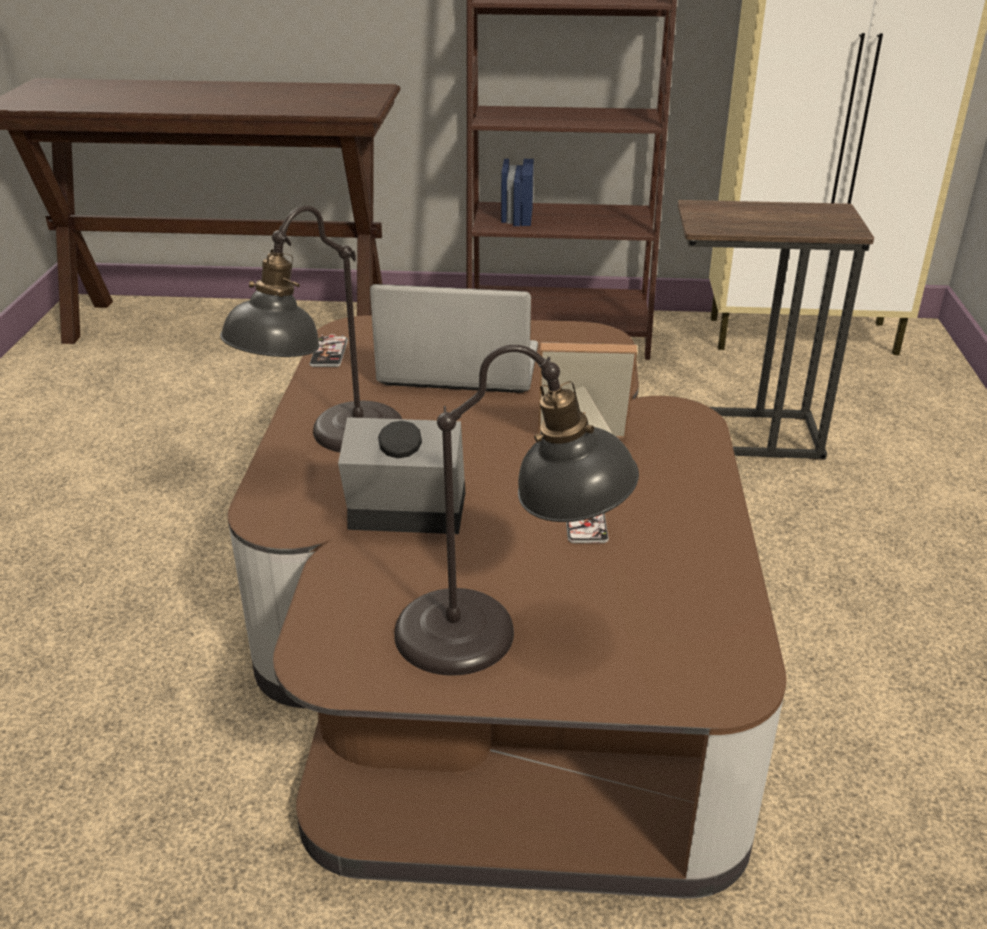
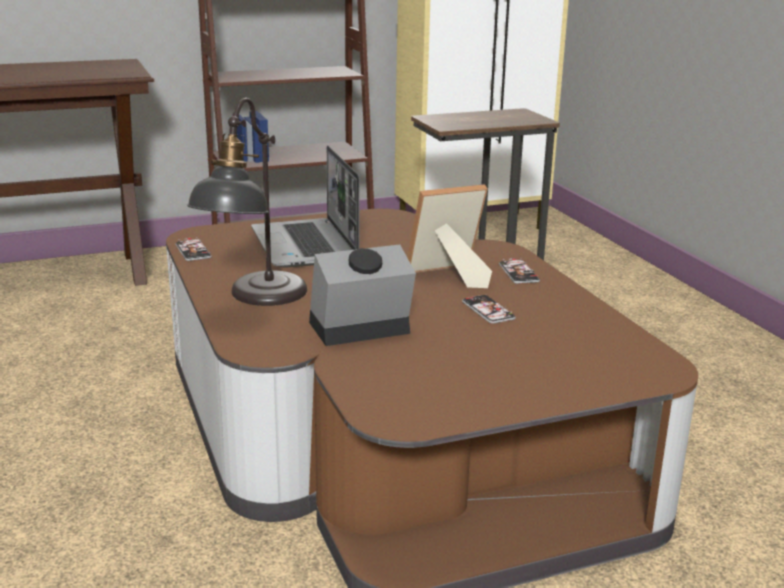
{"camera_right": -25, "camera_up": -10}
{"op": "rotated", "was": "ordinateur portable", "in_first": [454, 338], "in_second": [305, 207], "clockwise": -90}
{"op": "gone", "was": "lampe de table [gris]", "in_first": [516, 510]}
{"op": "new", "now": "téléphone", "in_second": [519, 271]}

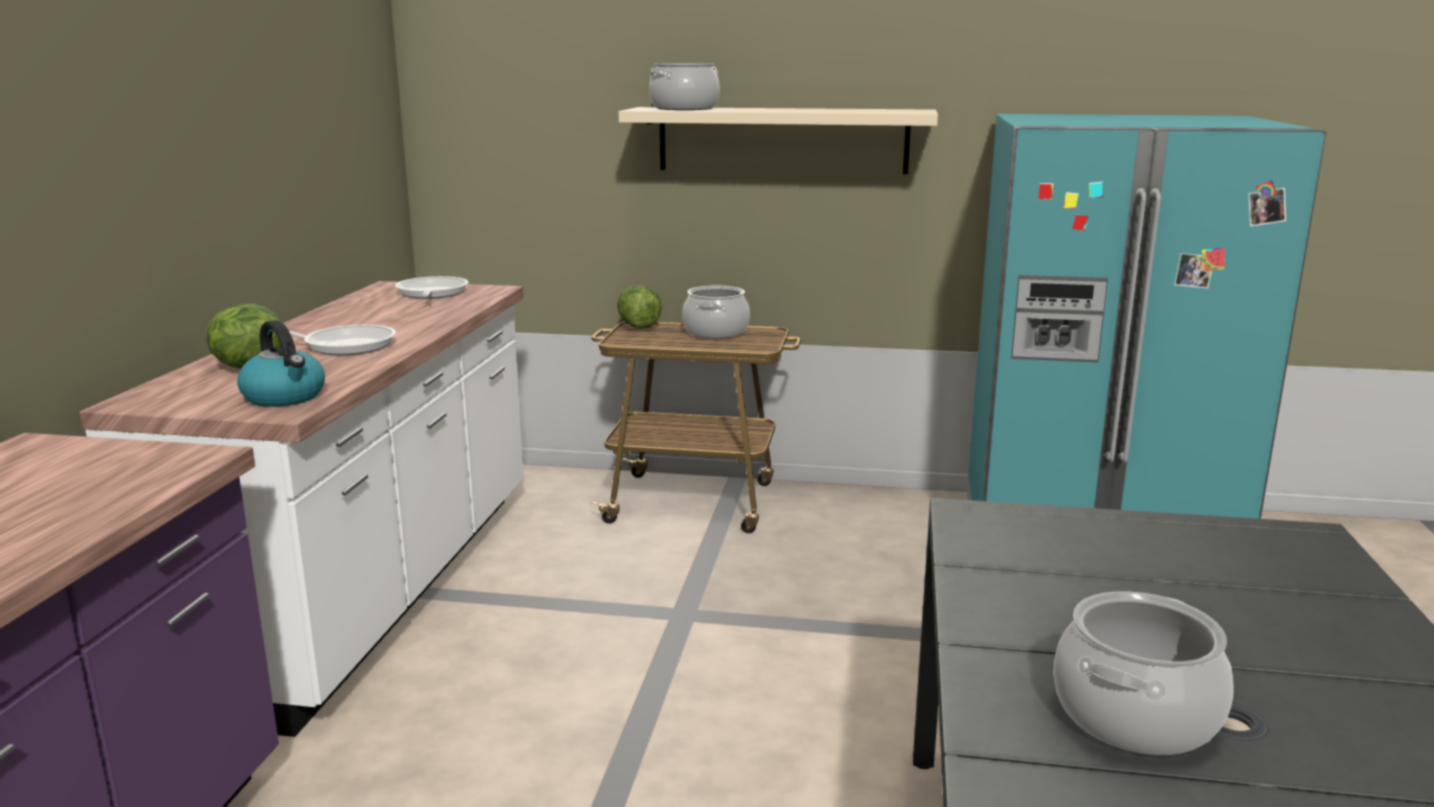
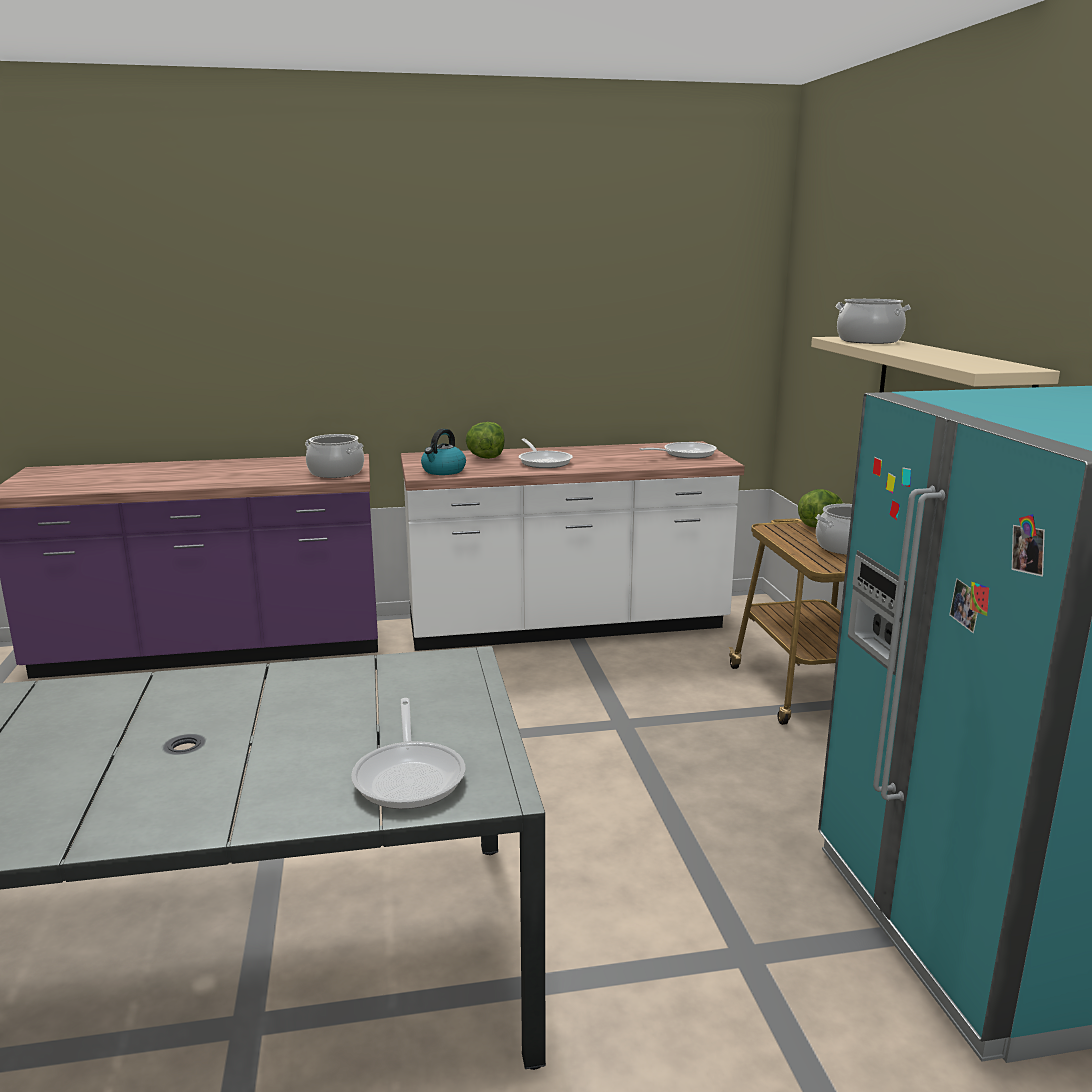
{"camera_right": 70, "camera_up": 0}
{"op": "shifted", "was": "marmite", "in_first": [1143, 673], "in_second": [334, 456]}
{"op": "new", "now": "poêle", "in_second": [408, 753]}

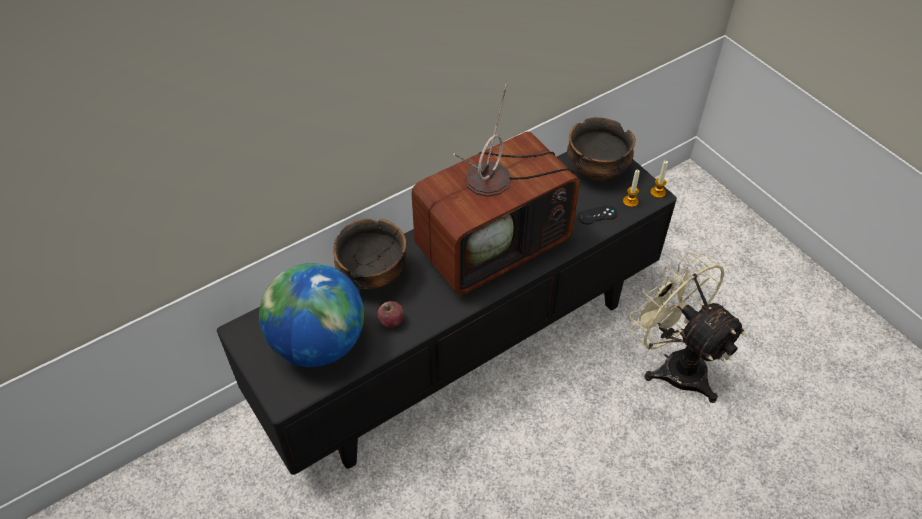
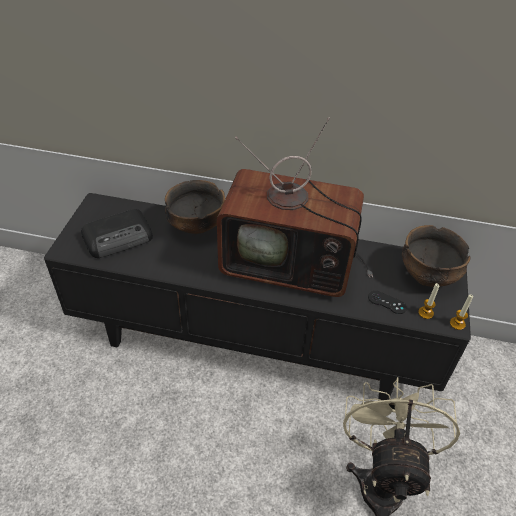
{"camera_right": 45, "camera_up": -5}
{"op": "swapped", "was": "globe", "now": "radio", "in_first": [311, 315], "in_second": [117, 233]}
{"op": "gone", "was": "pomme", "in_first": [391, 314]}

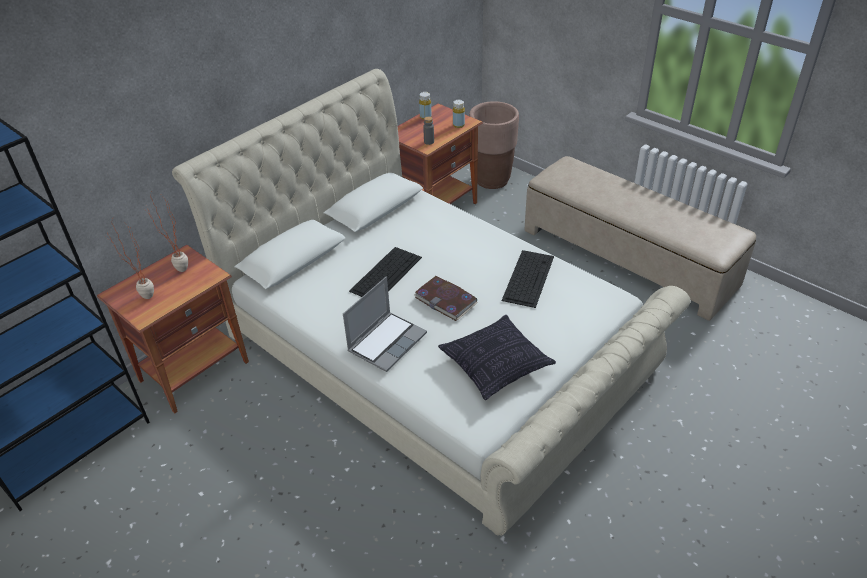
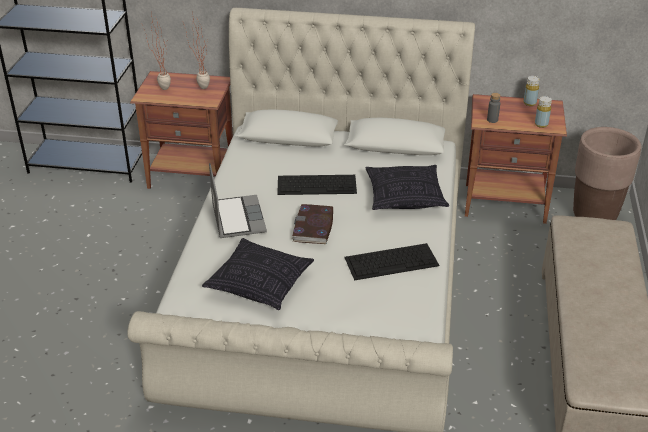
{"camera_right": 55, "camera_up": -5}
{"op": "rotated", "was": "ordinateur portable", "in_first": [385, 324], "in_second": [238, 200], "clockwise": -105}
{"op": "new", "now": "coussin", "in_second": [407, 187]}

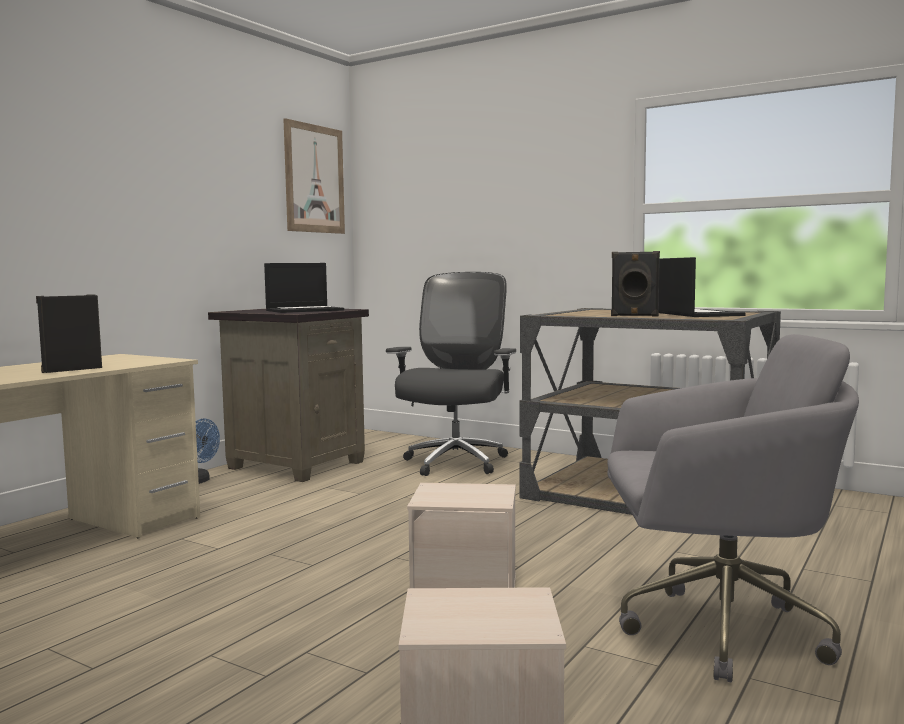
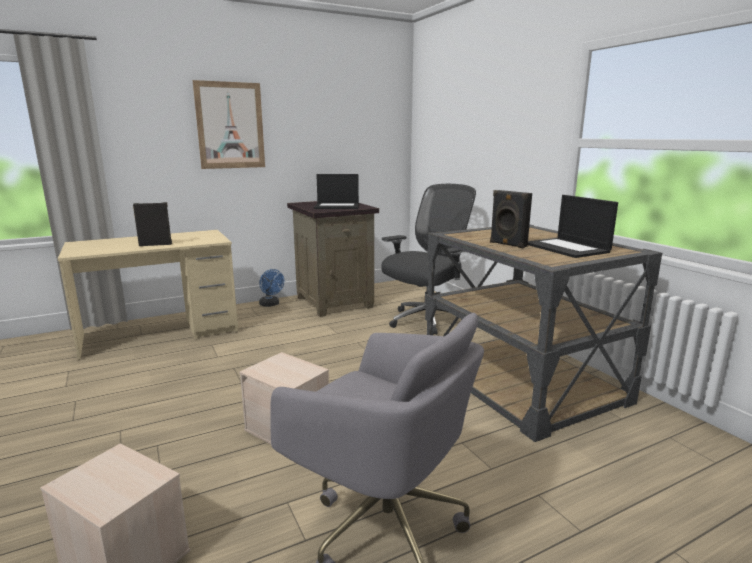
{"camera_right": 30, "camera_up": 10}
{"op": "shifted", "was": "tableau", "in_first": [314, 176], "in_second": [229, 124]}
{"op": "rotated", "was": "ordinateur portable", "in_first": [702, 287], "in_second": [573, 226], "clockwise": 135}

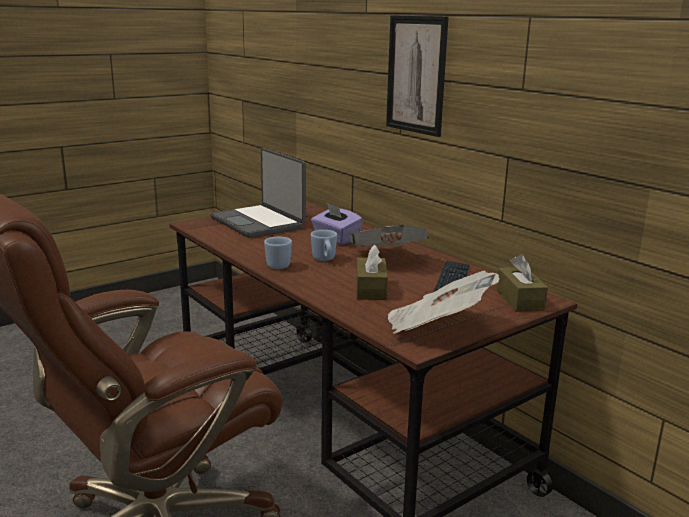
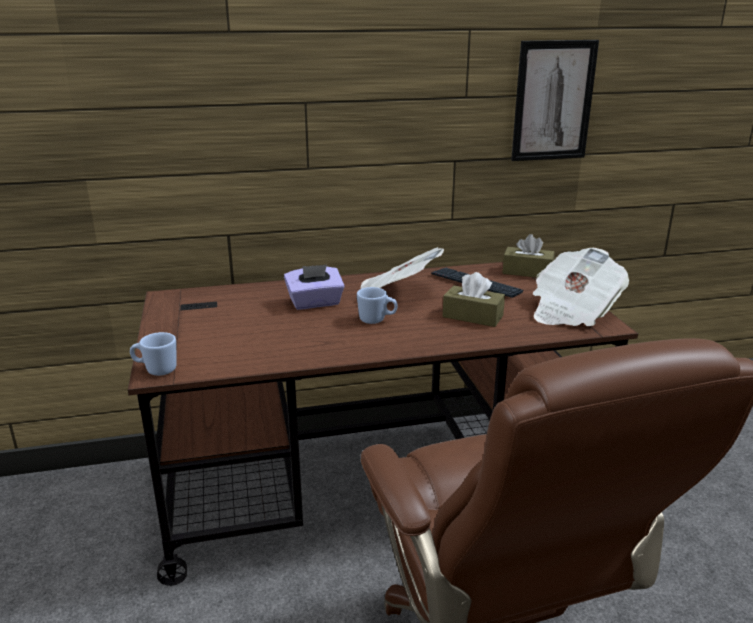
{"camera_right": -65, "camera_up": 5}
{"op": "gone", "was": "ordinateur portable", "in_first": [258, 193]}
{"op": "shifted", "was": "mug [bleu]", "in_first": [278, 253], "in_second": [153, 354]}
{"op": "shifted", "was": "tableau", "in_first": [417, 76], "in_second": [555, 100]}

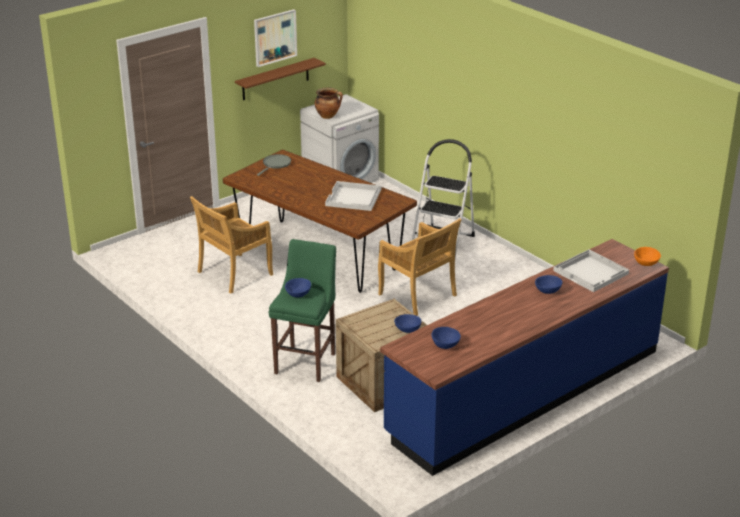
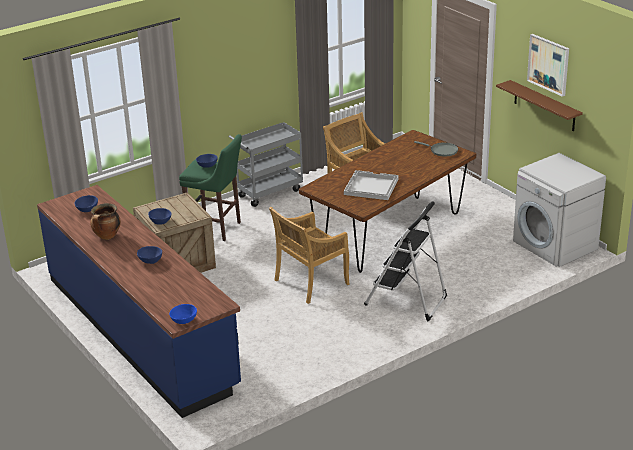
{"camera_right": 95, "camera_up": 0}
{"op": "shifted", "was": "marmite", "in_first": [329, 103], "in_second": [105, 221]}
{"op": "gone", "was": "plateau [blanc]", "in_first": [591, 271]}
{"op": "repainted", "was": "bol [orange]", "now": "bol [bleu]", "in_first": [647, 256], "in_second": [183, 314]}
{"op": "new", "now": "chariot [gris]", "in_second": [266, 164]}

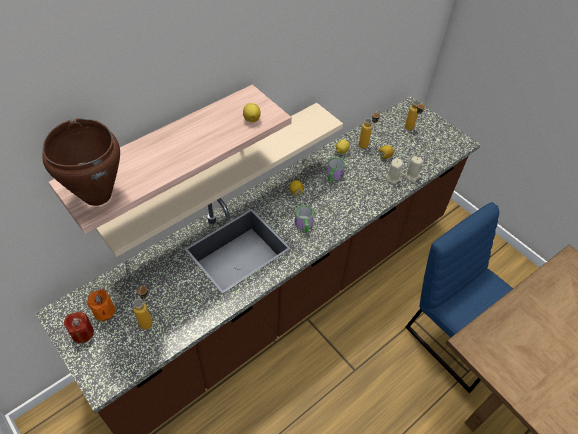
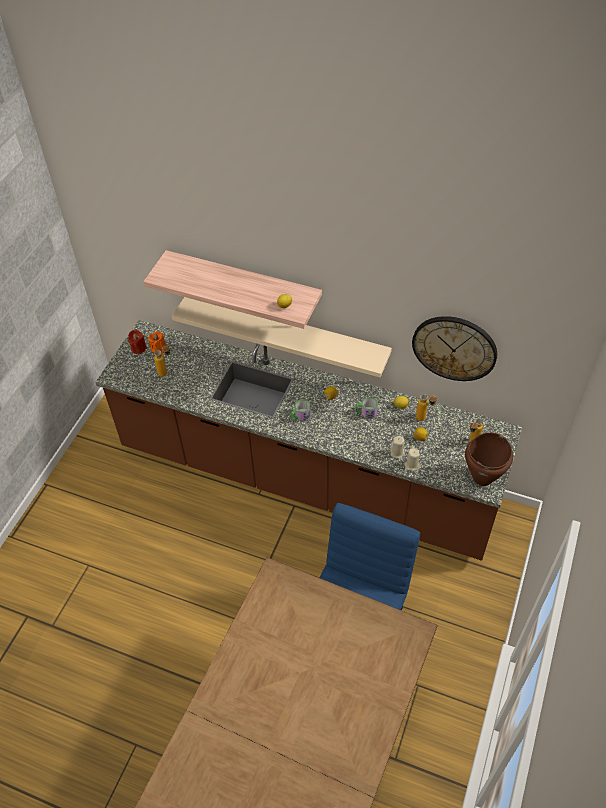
{"camera_right": 65, "camera_up": 0}
{"op": "shifted", "was": "marmite [marron]", "in_first": [81, 162], "in_second": [489, 459]}
{"op": "new", "now": "horloge murale", "in_second": [454, 348]}

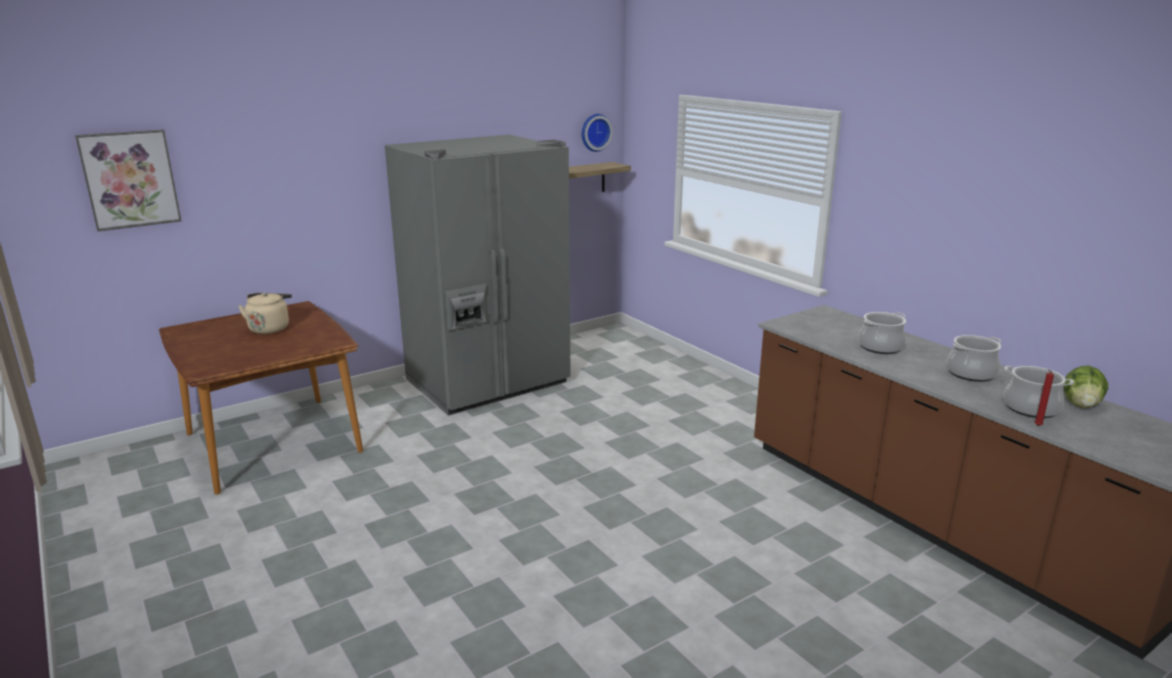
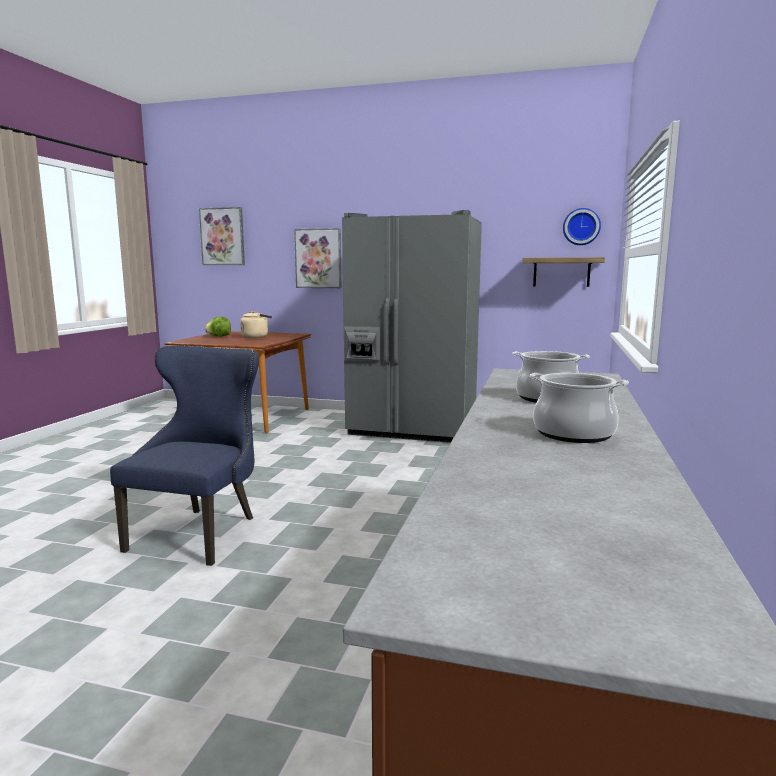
{"camera_right": 50, "camera_up": -10}
{"op": "gone", "was": "marmite", "in_first": [1038, 392]}
{"op": "gone", "was": "bougie [rouge]", "in_first": [1044, 397]}
{"op": "shifted", "was": "laitue", "in_first": [1086, 387], "in_second": [218, 327]}
{"op": "new", "now": "chaise [bleu]", "in_second": [184, 455]}
{"op": "new", "now": "tableau", "in_second": [317, 258]}

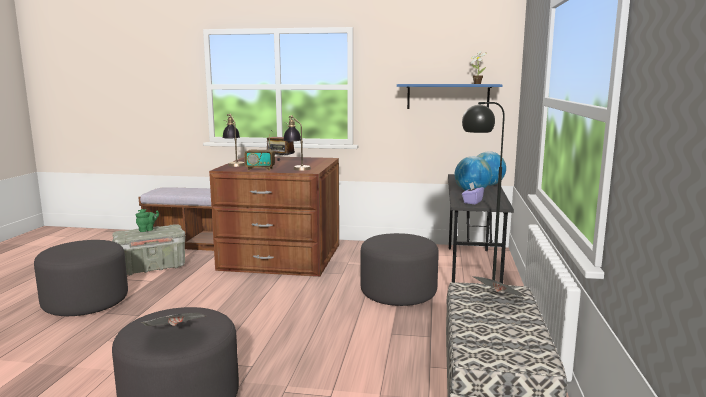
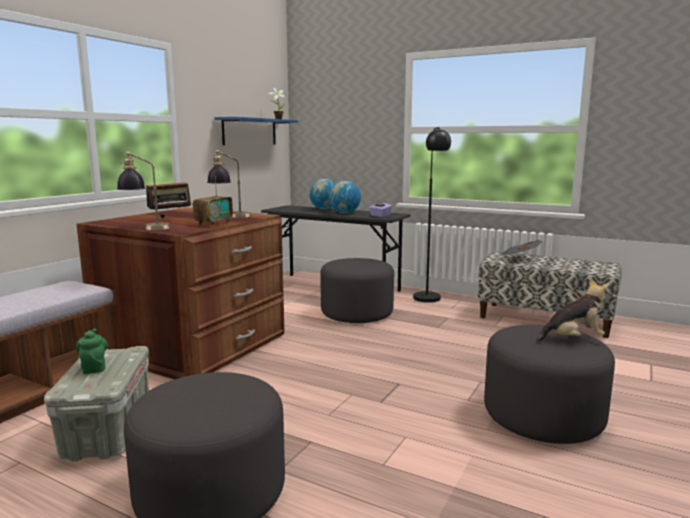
{"camera_right": -70, "camera_up": 0}
{"op": "swapped", "was": "journal", "now": "peluche", "in_first": [173, 319], "in_second": [572, 311]}

